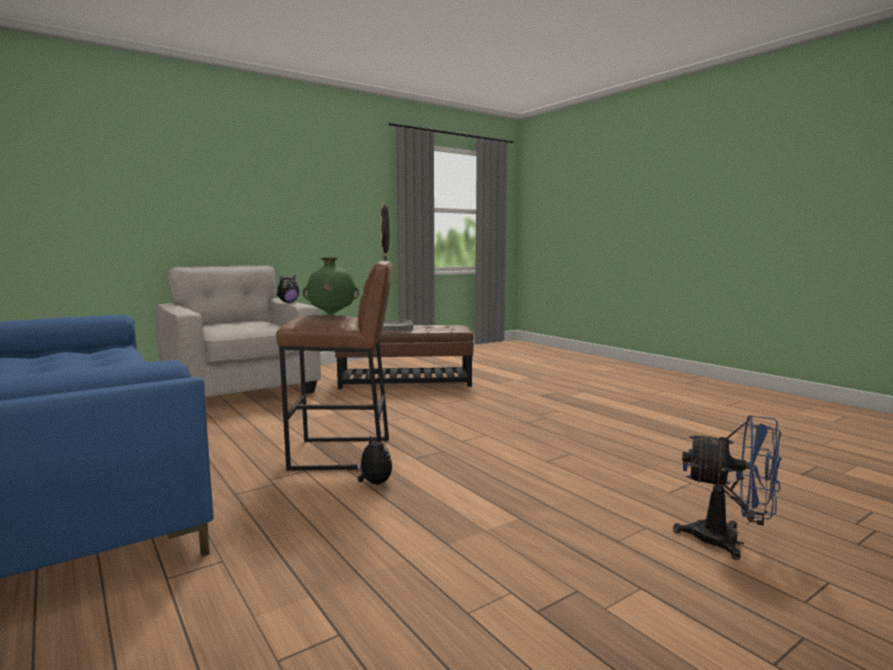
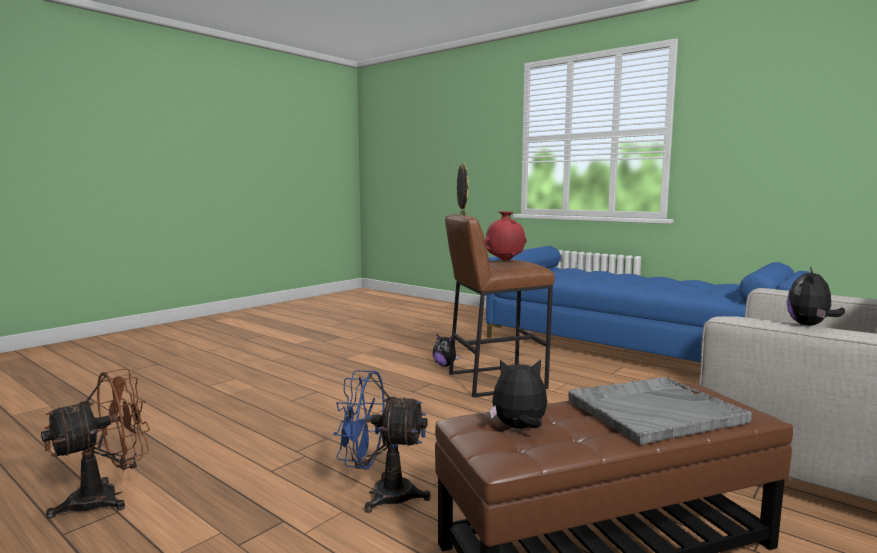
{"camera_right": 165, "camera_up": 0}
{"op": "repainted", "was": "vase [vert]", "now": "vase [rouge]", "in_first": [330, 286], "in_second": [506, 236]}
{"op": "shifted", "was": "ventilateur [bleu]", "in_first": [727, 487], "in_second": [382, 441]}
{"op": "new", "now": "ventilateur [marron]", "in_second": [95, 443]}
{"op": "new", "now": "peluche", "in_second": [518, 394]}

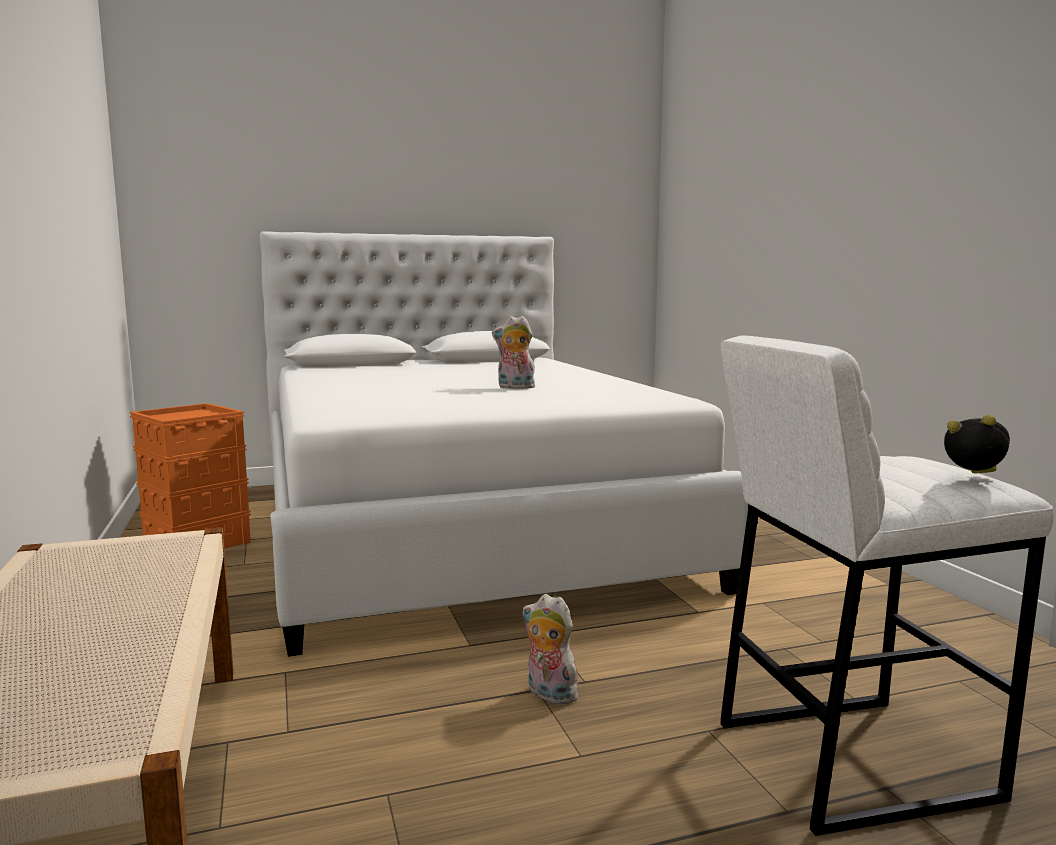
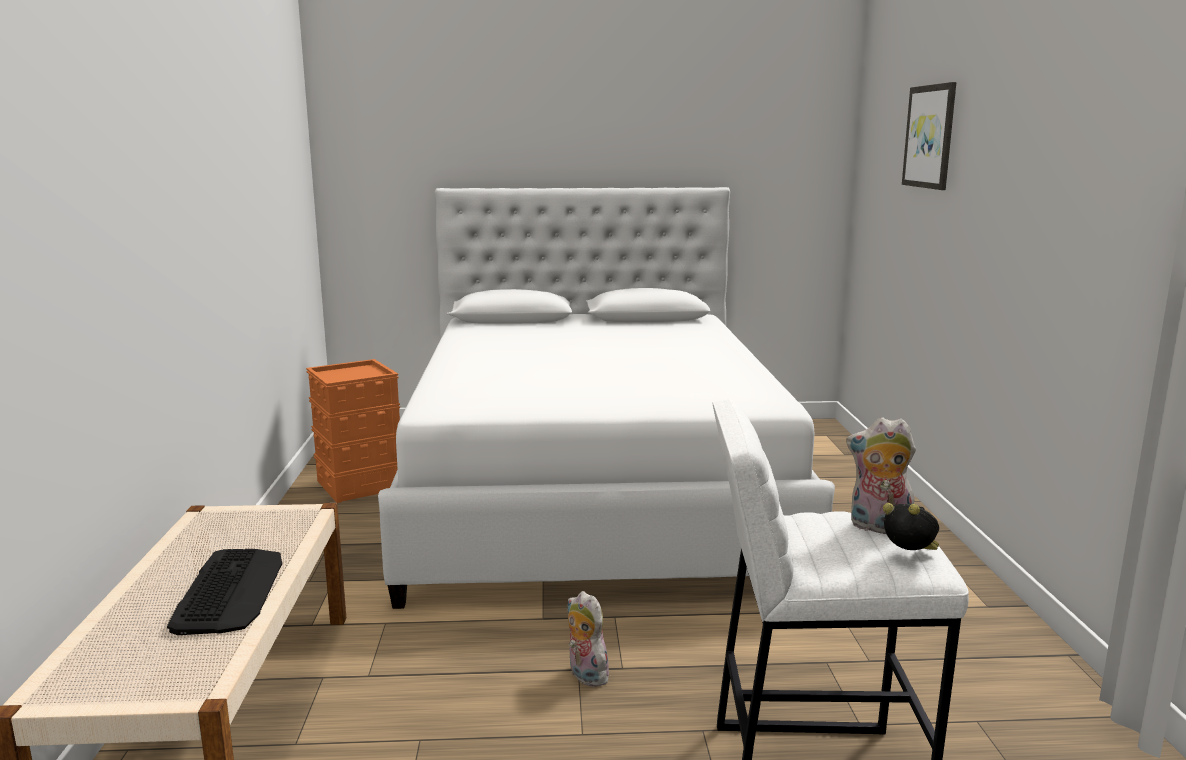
{"camera_right": 15, "camera_up": 5}
{"op": "shifted", "was": "peluche", "in_first": [513, 352], "in_second": [881, 475]}
{"op": "new", "now": "clavier", "in_second": [224, 592]}
{"op": "new", "now": "tableau", "in_second": [929, 136]}

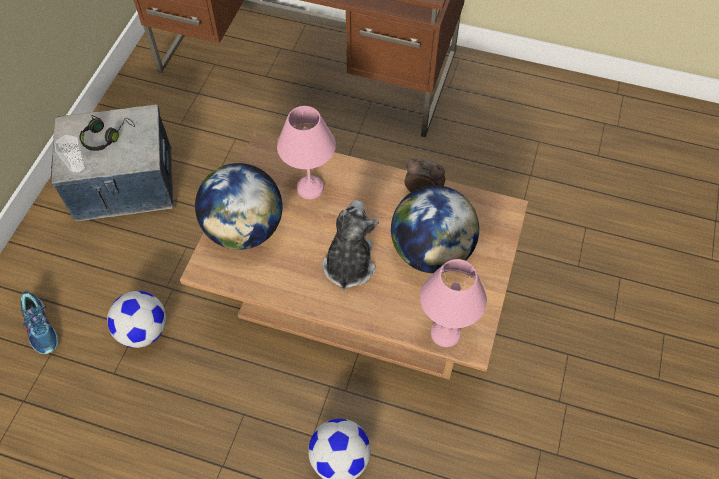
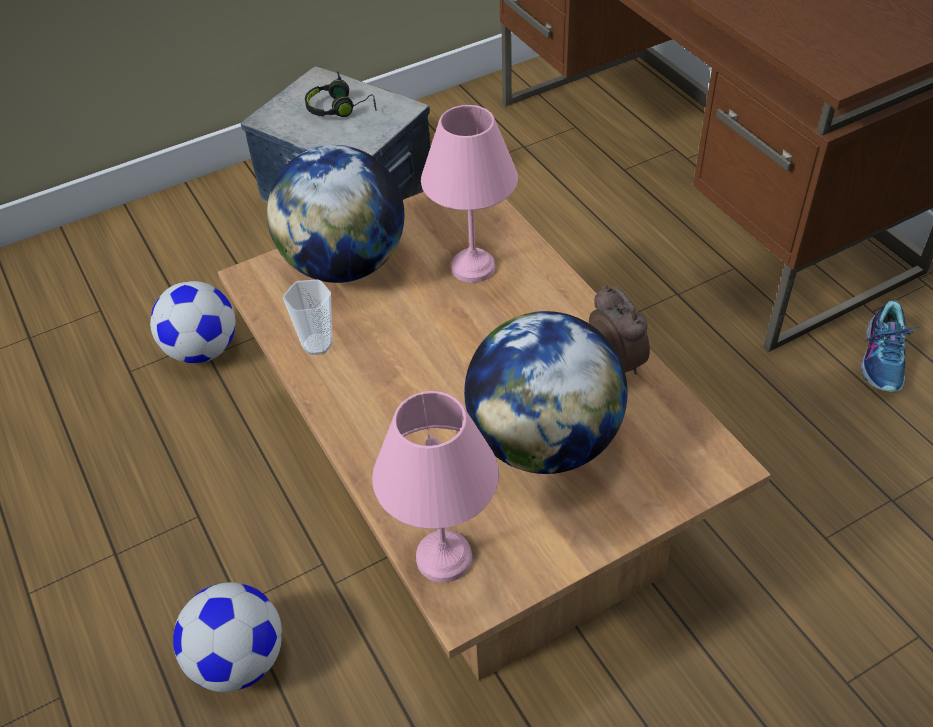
{"camera_right": 45, "camera_up": -10}
{"op": "shifted", "was": "chaussure", "in_first": [40, 322], "in_second": [891, 346]}
{"op": "shifted", "was": "tasse", "in_first": [70, 154], "in_second": [307, 317]}
{"op": "gone", "was": "peluche", "in_first": [351, 245]}

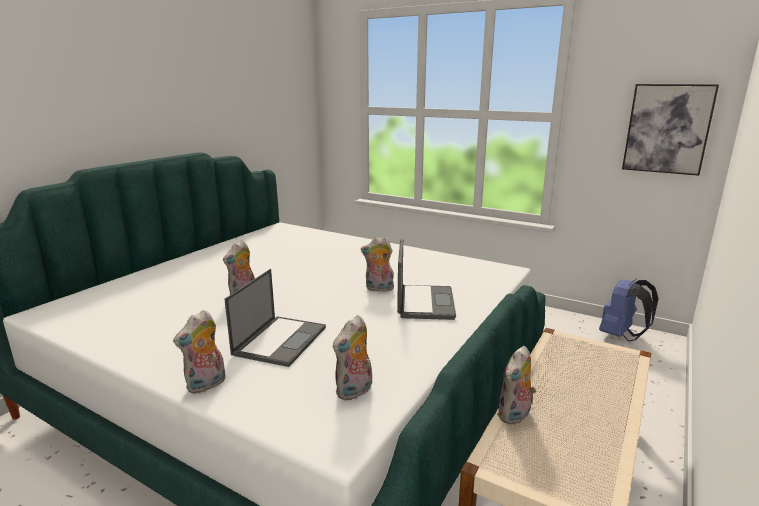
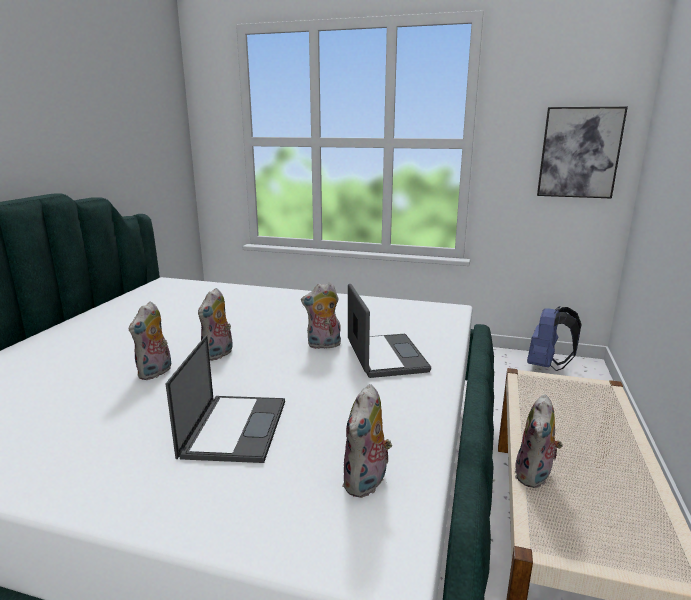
{"camera_right": -15, "camera_up": 0}
{"op": "shifted", "was": "peluche", "in_first": [199, 352], "in_second": [215, 324]}

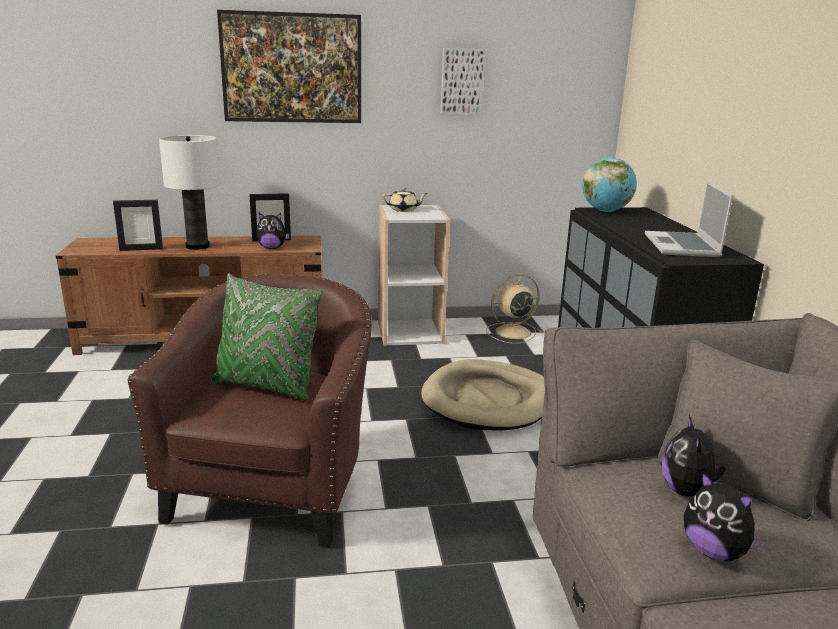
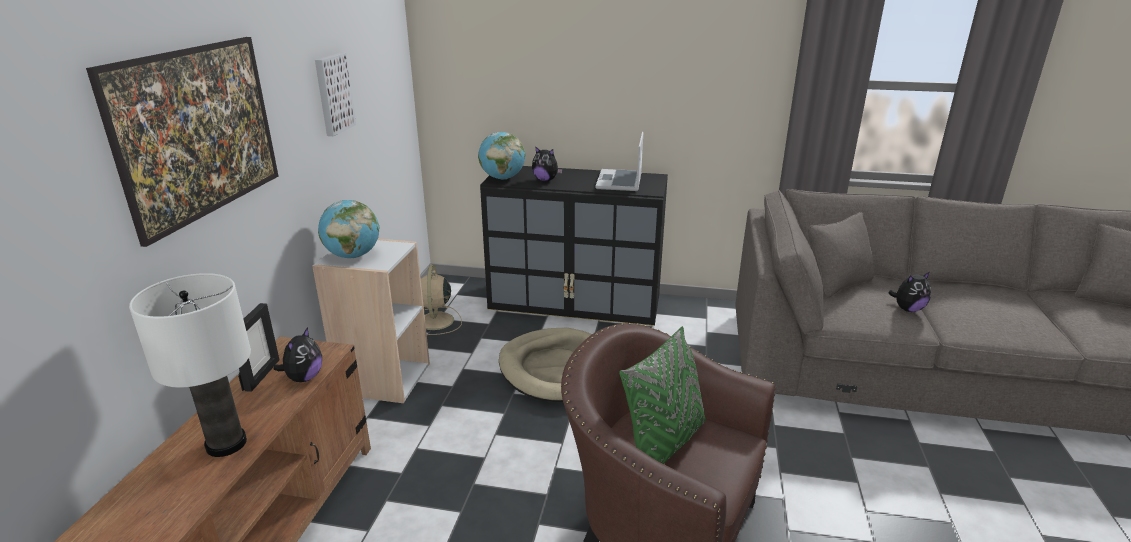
{"camera_right": -70, "camera_up": 5}
{"op": "gone", "was": "cadre photo", "in_first": [138, 225]}
{"op": "swapped", "was": "théière [beige]", "now": "globe", "in_first": [405, 200], "in_second": [348, 229]}
{"op": "rotated", "was": "ordinateur portable", "in_first": [689, 219], "in_second": [619, 161], "clockwise": 75}
{"op": "shifted", "was": "peluche", "in_first": [694, 456], "in_second": [547, 163]}

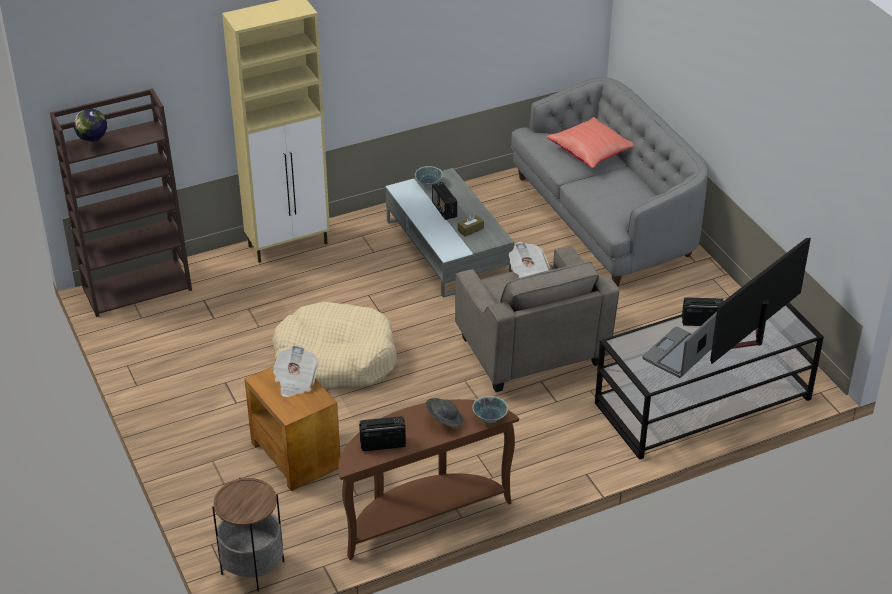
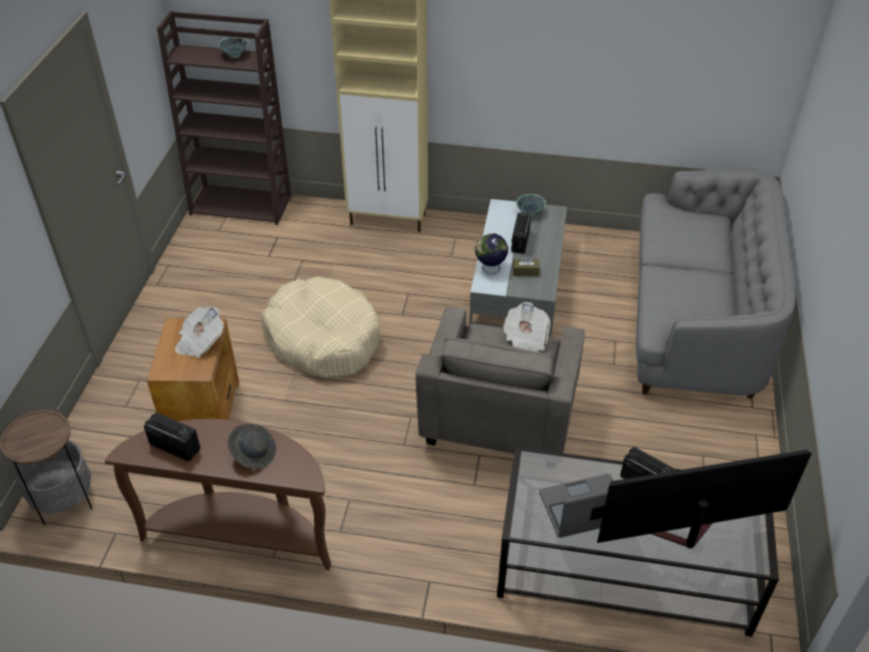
{"camera_right": 35, "camera_up": 5}
{"op": "shifted", "was": "globe", "in_first": [90, 130], "in_second": [491, 253]}
{"op": "shifted", "was": "bol", "in_first": [490, 409], "in_second": [233, 47]}
{"op": "gone", "was": "coussin [rouge]", "in_first": [590, 142]}

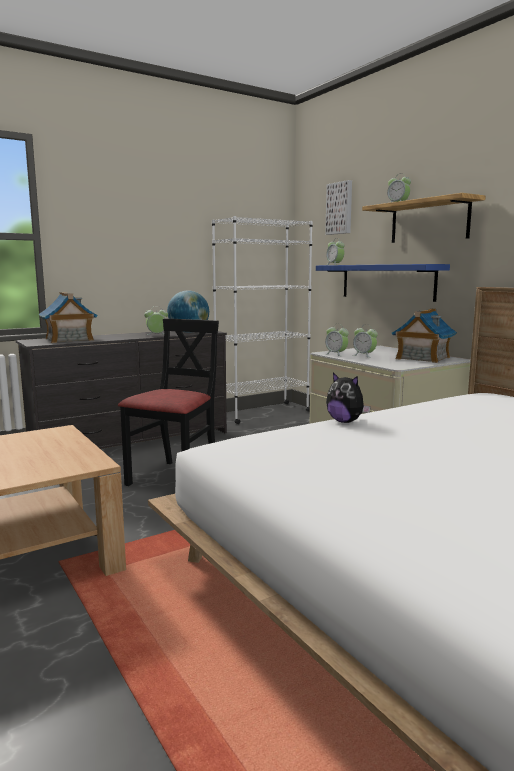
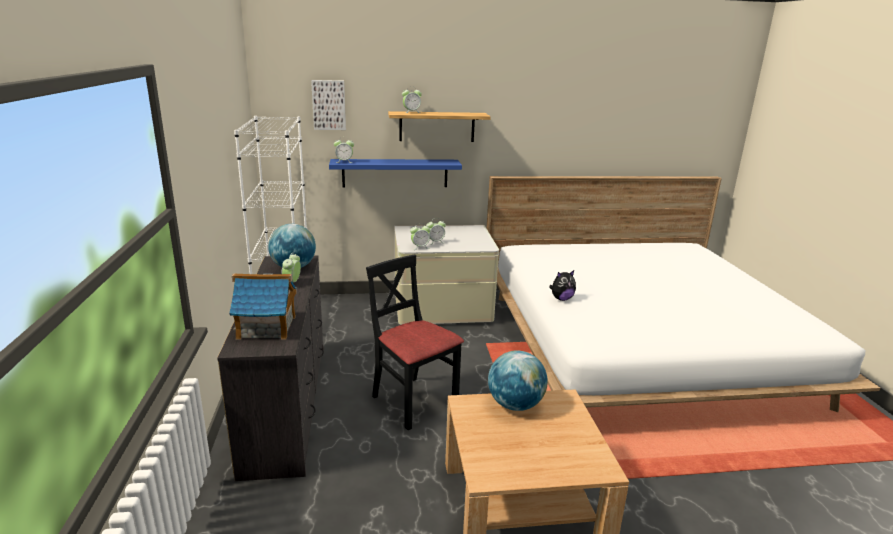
{"camera_right": -65, "camera_up": 10}
{"op": "gone", "was": "maison miniature", "in_first": [424, 336]}
{"op": "new", "now": "globe", "in_second": [518, 381]}

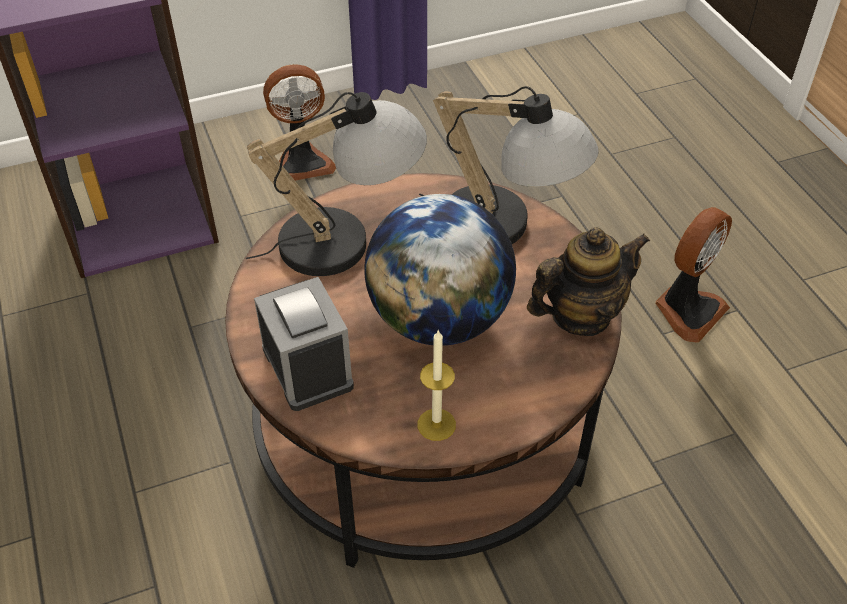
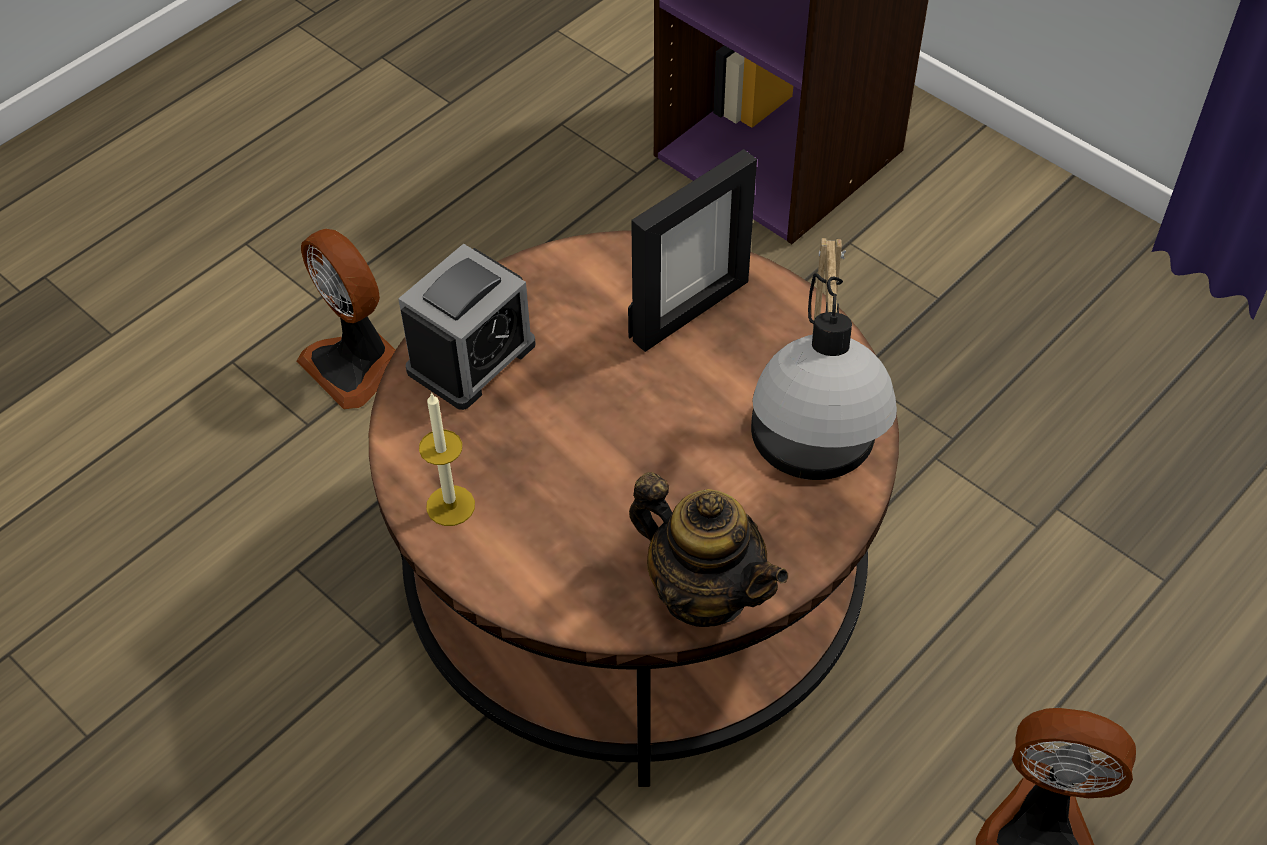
{"camera_right": 65, "camera_up": 5}
{"op": "swapped", "was": "lampe de table", "now": "cadre photo", "in_first": [336, 184], "in_second": [692, 250]}
{"op": "shifted", "was": "ventilateur", "in_first": [299, 122], "in_second": [346, 319]}
{"op": "gone", "was": "globe", "in_first": [440, 270]}

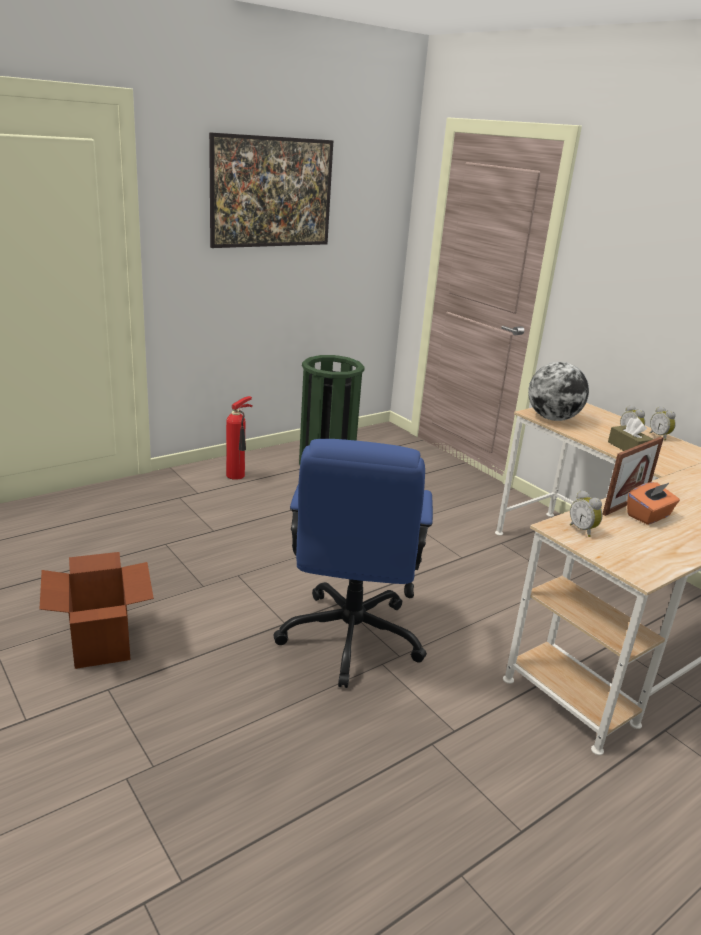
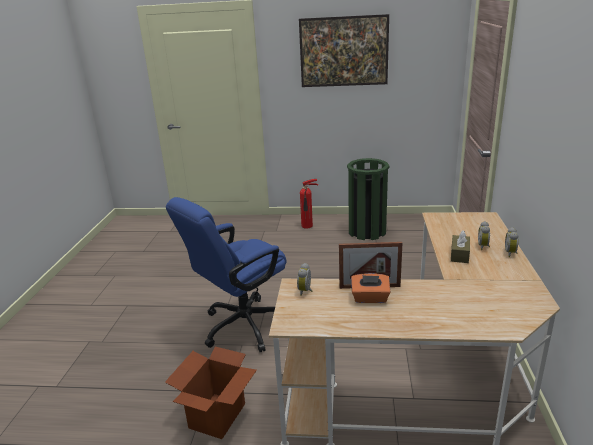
{"camera_right": 45, "camera_up": 0}
{"op": "shifted", "was": "carton", "in_first": [96, 610], "in_second": [211, 392]}
{"op": "gone", "was": "globe", "in_first": [558, 391]}

